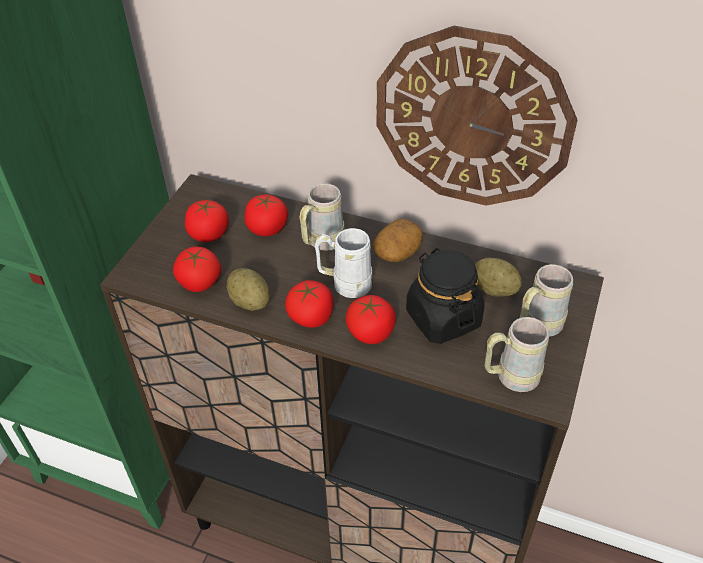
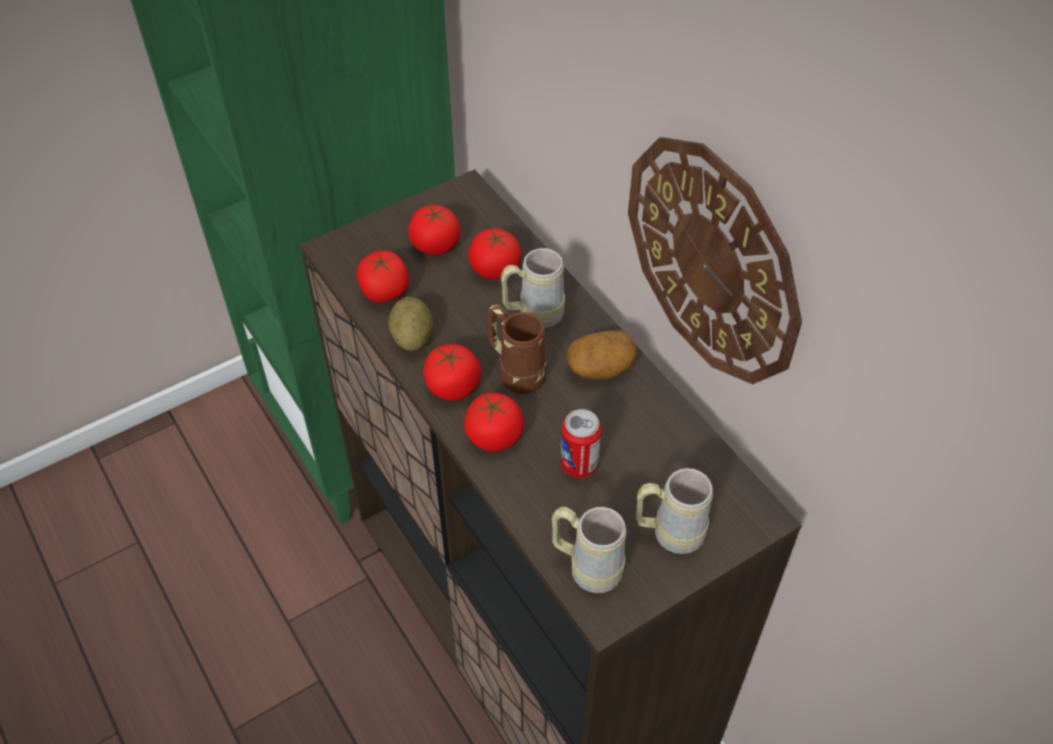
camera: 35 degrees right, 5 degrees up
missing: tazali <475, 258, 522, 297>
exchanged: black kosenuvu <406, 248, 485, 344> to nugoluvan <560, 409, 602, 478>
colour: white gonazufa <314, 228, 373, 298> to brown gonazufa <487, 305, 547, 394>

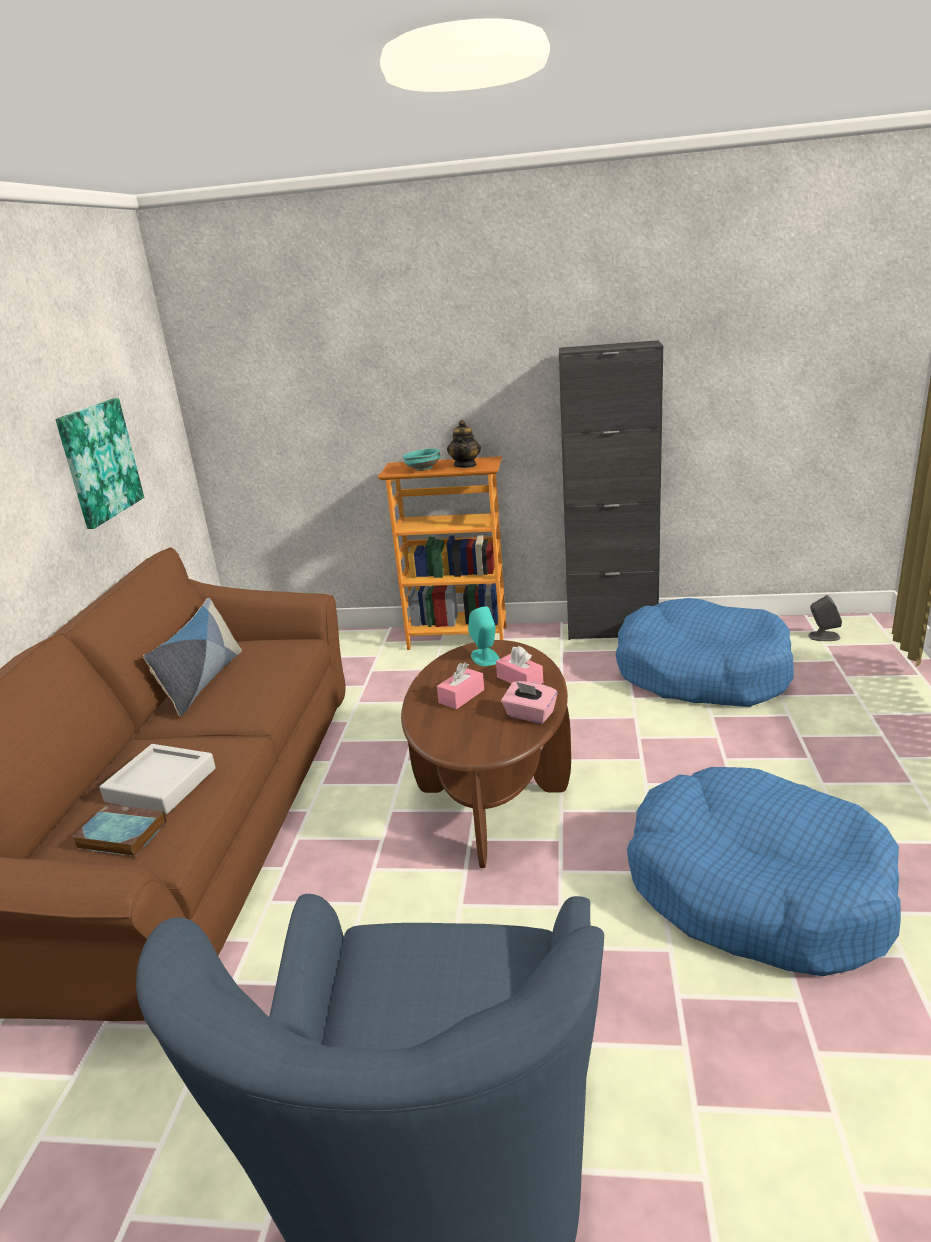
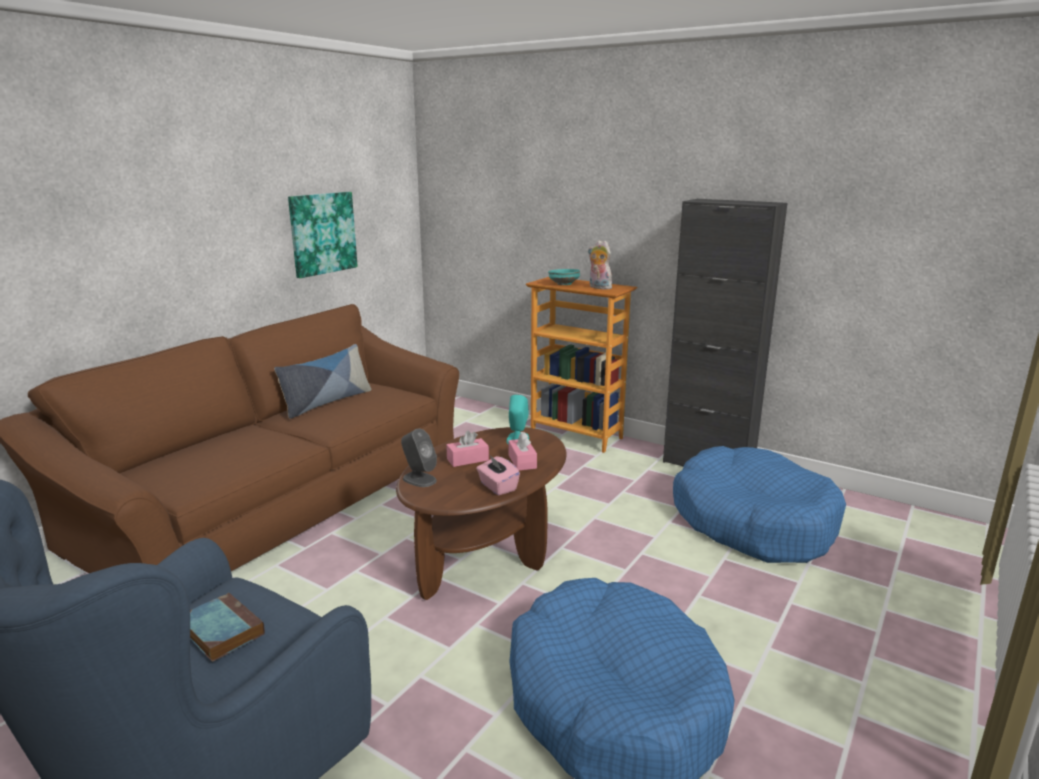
camera: 25 degrees right, 5 degrees down
missing: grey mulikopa <100, 744, 216, 814>
relocated: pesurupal <73, 804, 167, 857> to <190, 592, 265, 662>; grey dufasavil <808, 595, 842, 641> to <401, 428, 437, 487>
exchanged: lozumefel <447, 420, 481, 468> to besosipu <588, 240, 612, 289>

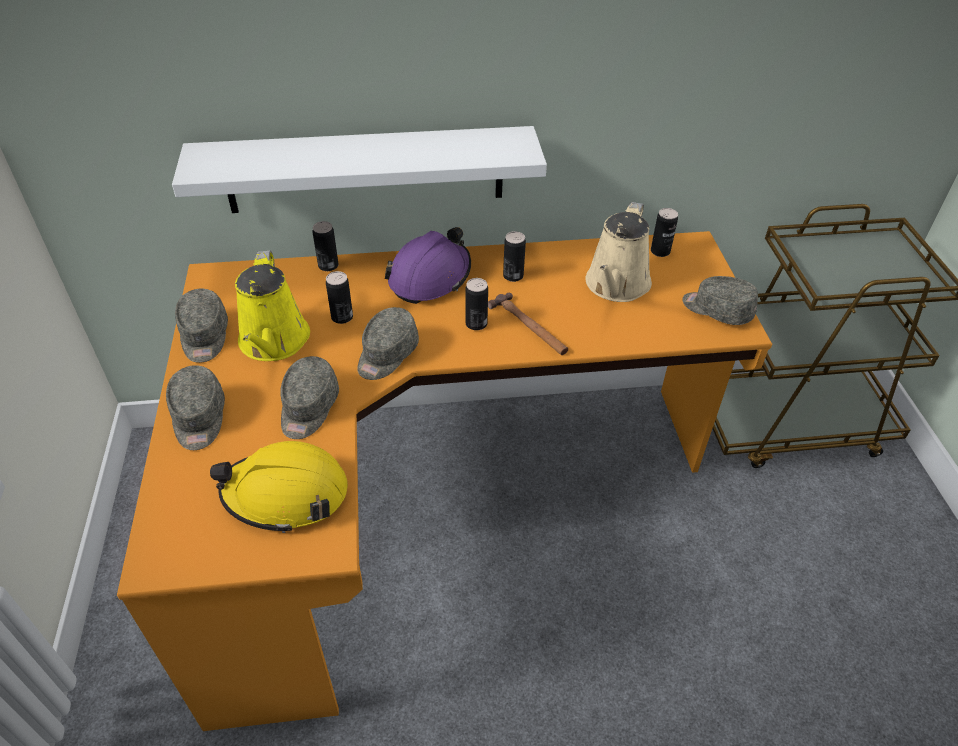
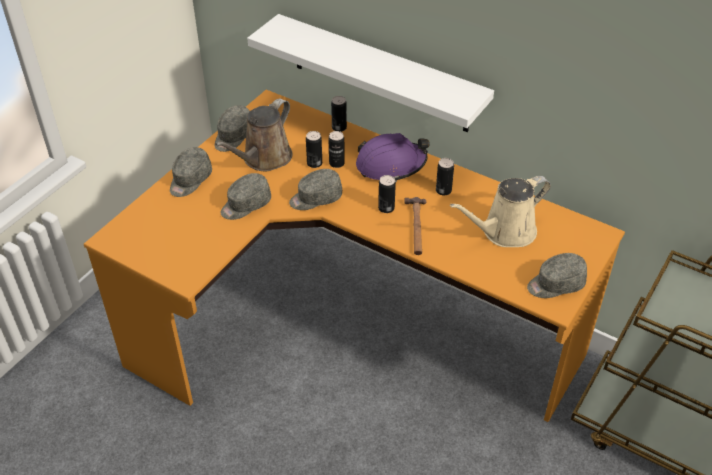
camera: 40 degrees right, 0 degrees up
missing: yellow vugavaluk <210, 441, 348, 533>
relocated: nugoluvan <651, 208, 678, 257> to <328, 131, 345, 168>
colour: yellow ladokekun <235, 250, 310, 361> to brown ladokekun <215, 99, 293, 171>
spun: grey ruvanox <682, 276, 758, 325> = <527, 253, 587, 298> 90 degrees counterclockwise

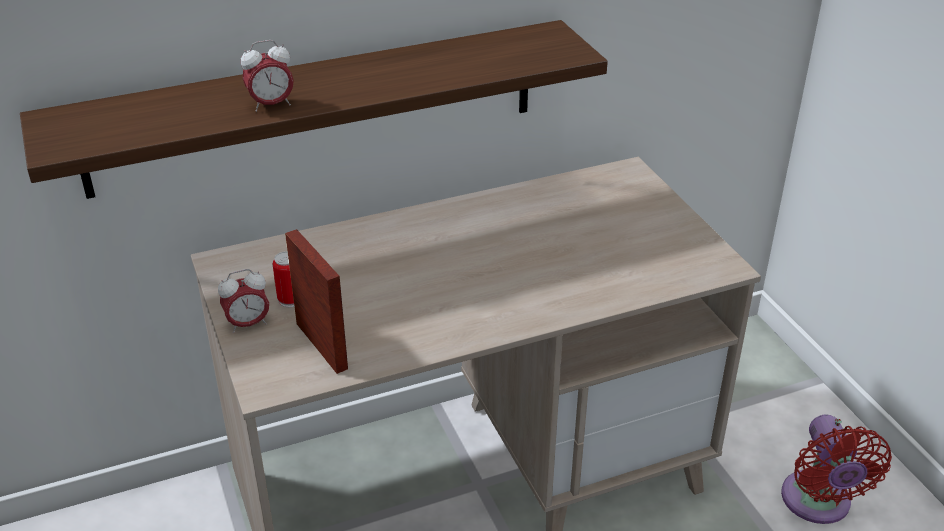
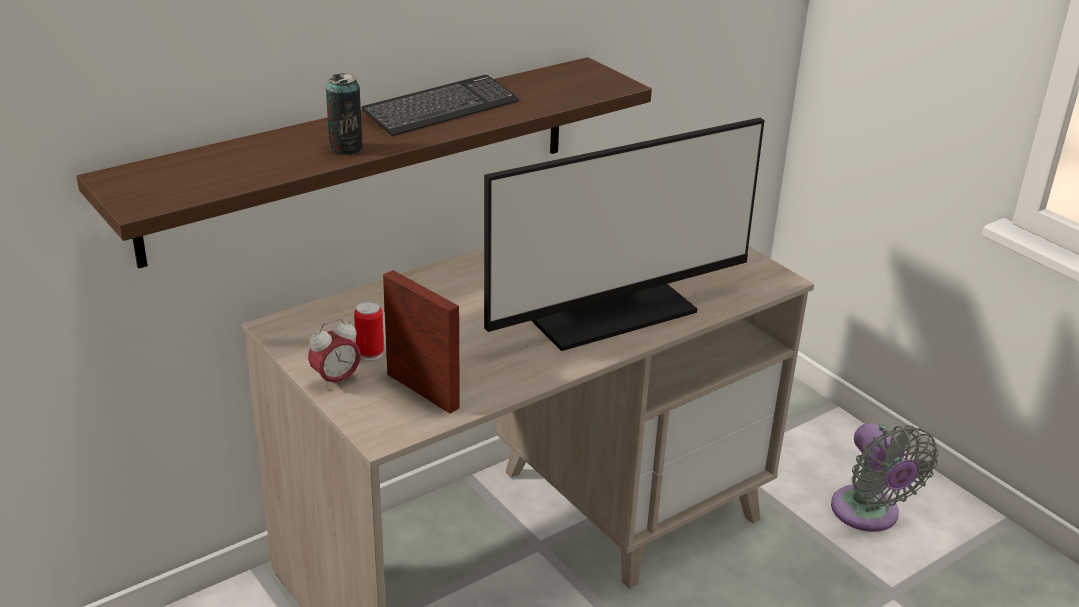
camera: 15 degrees left, 5 degrees down
appeared: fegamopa <361, 75, 519, 136>; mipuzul <484, 118, 765, 351>
exchanged: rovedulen <241, 40, 294, 112> to nugoluvan <326, 73, 363, 155>
colour: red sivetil <781, 414, 892, 524> to grey sivetil <831, 423, 938, 532>

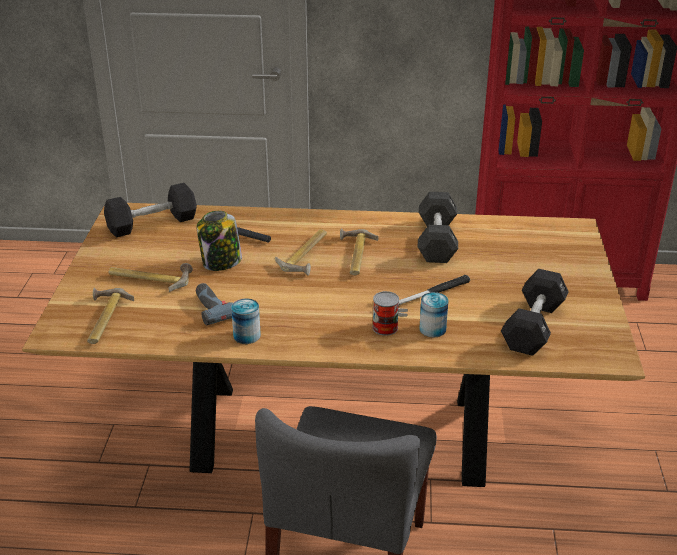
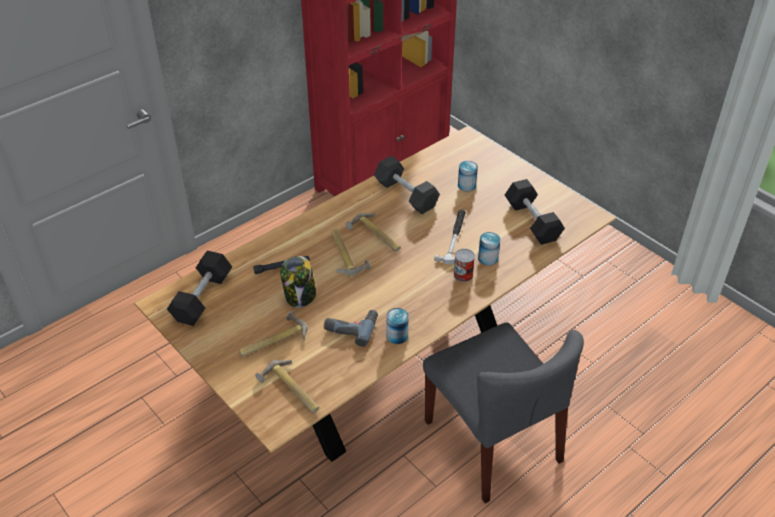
camera: 45 degrees left, 10 degrees up
appeared: nugoluvan <458, 161, 478, 192>

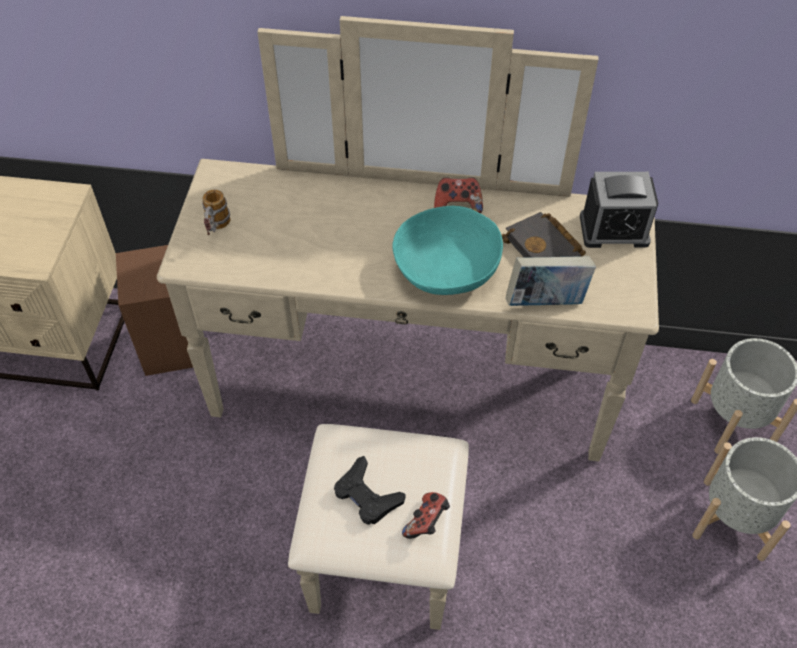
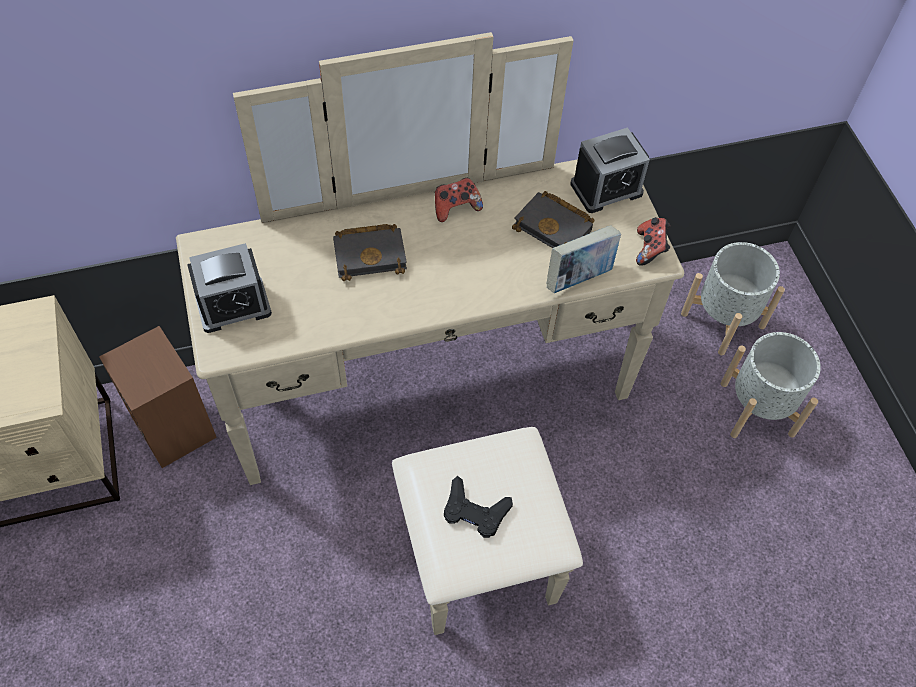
camera: 25 degrees left, 5 degrees up
missing: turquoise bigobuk <392, 205, 503, 295>
appeared: black pesurupal <333, 224, 407, 281>
relocated: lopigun <402, 492, 450, 539> to <636, 217, 670, 265>
exchanged: gonazufa <202, 190, 231, 235> to rovedulen <187, 243, 272, 333>

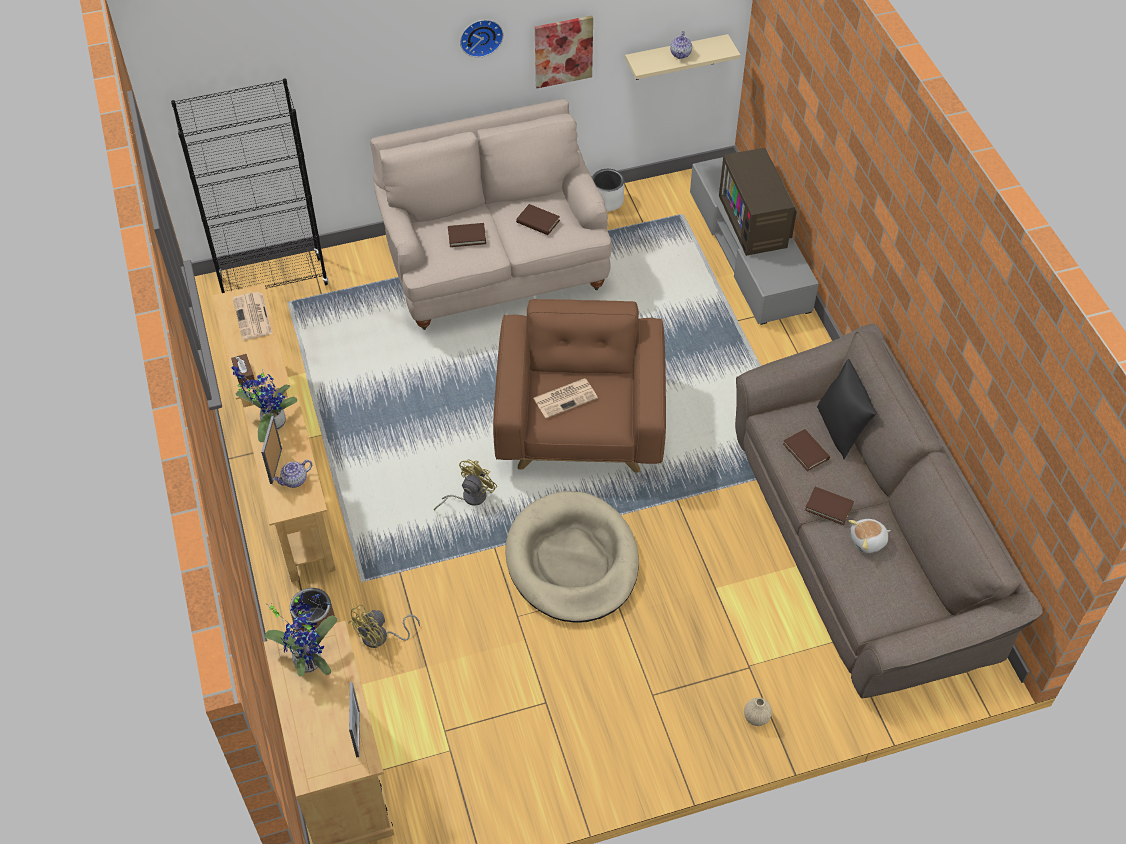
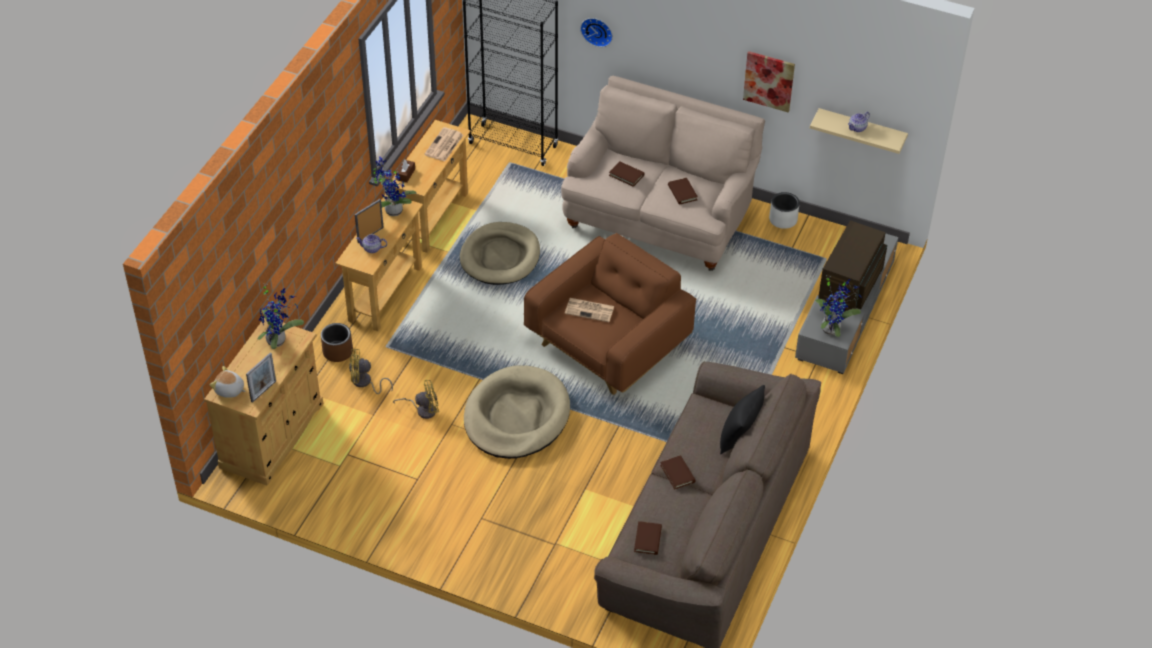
camera: 40 degrees right, 5 degrees down
missing: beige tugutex <744, 697, 772, 726>
appeared: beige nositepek <460, 222, 540, 285>; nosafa <815, 275, 862, 337>
relocated: yellow sivetil <434, 459, 497, 510> to <393, 380, 439, 419>; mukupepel <460, 20, 504, 57> to <580, 18, 613, 47>; brown pesurupal <783, 429, 830, 471> to <634, 521, 662, 555>; besosipu <849, 519, 891, 553> to <210, 366, 246, 398>

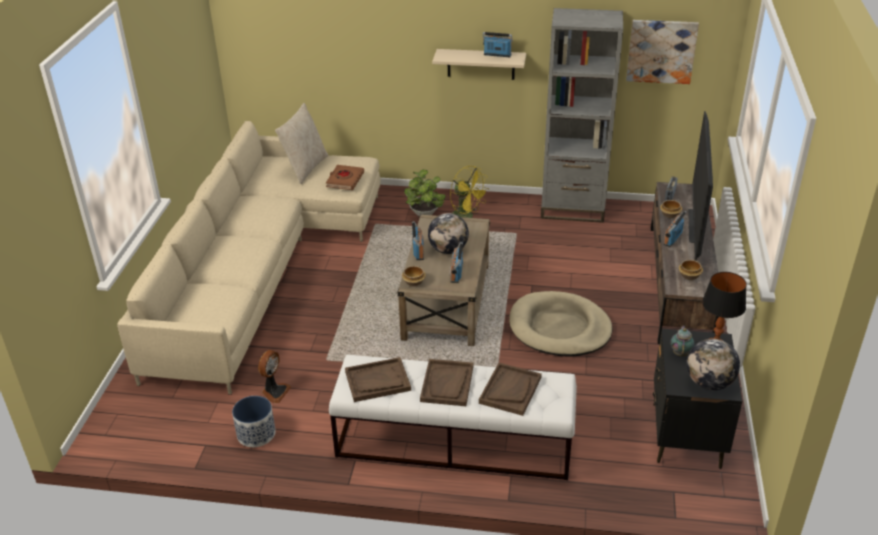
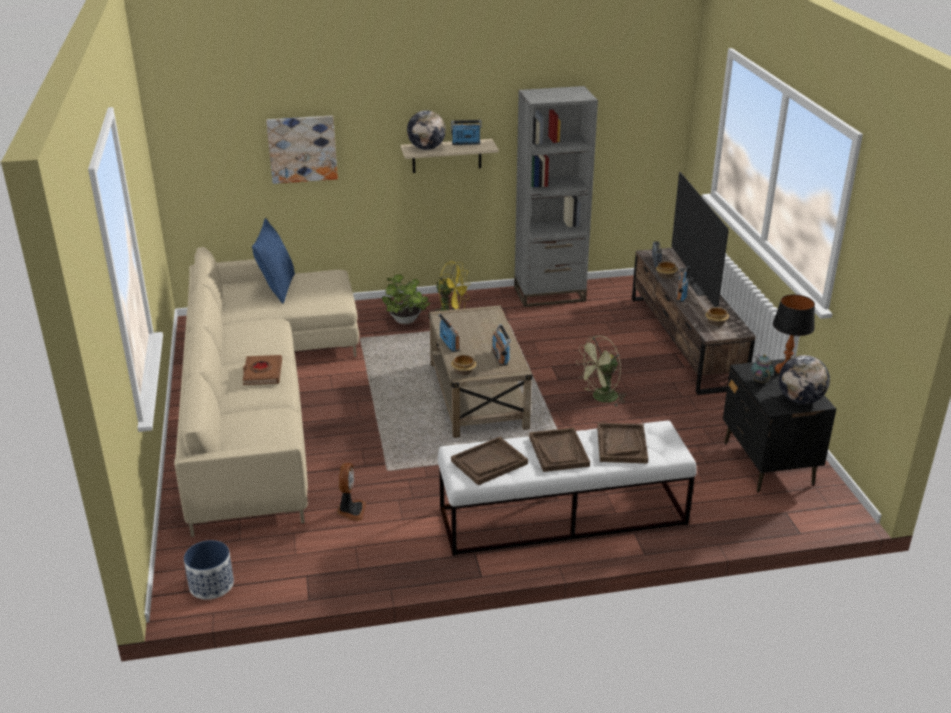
camera: 20 degrees left, 5 degrees down
relocated: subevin <232, 396, 276, 447> to <184, 540, 234, 600>; brown pesurupal <326, 165, 364, 190> to <243, 355, 282, 385>; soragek <428, 213, 469, 254> to <407, 110, 446, 150>; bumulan <626, 20, 699, 84> to <266, 115, 338, 184>
exchanged: beige nositepek <509, 291, 612, 357> to green sivetil <576, 336, 625, 406>
colour: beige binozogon <275, 103, 329, 184> to blue binozogon <252, 218, 295, 304>

